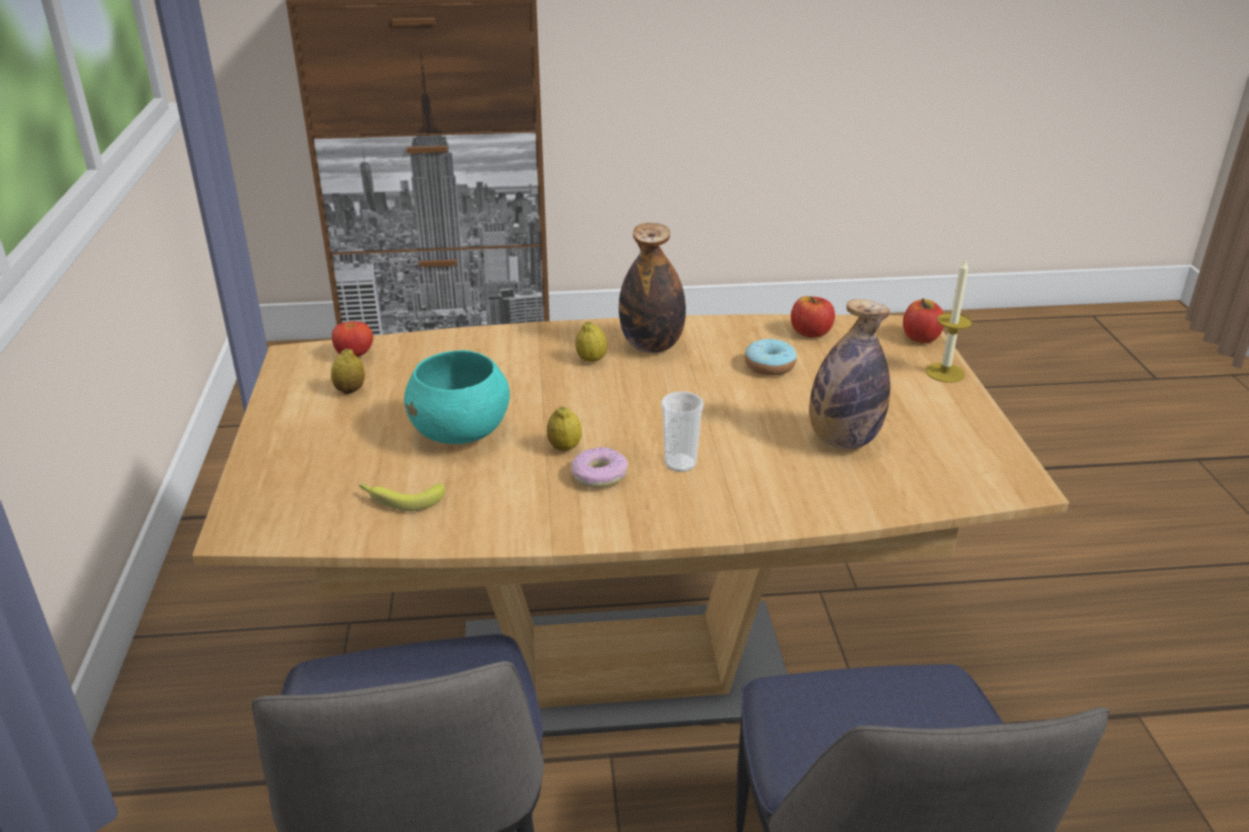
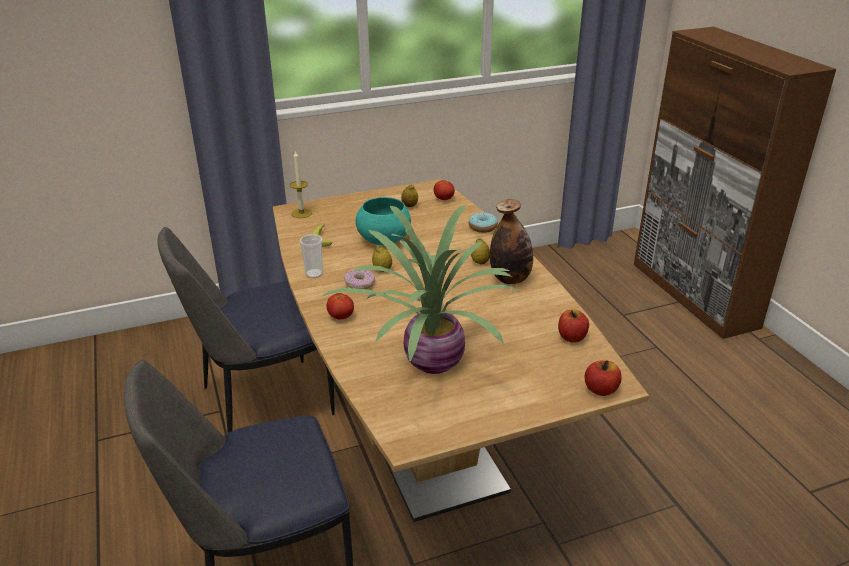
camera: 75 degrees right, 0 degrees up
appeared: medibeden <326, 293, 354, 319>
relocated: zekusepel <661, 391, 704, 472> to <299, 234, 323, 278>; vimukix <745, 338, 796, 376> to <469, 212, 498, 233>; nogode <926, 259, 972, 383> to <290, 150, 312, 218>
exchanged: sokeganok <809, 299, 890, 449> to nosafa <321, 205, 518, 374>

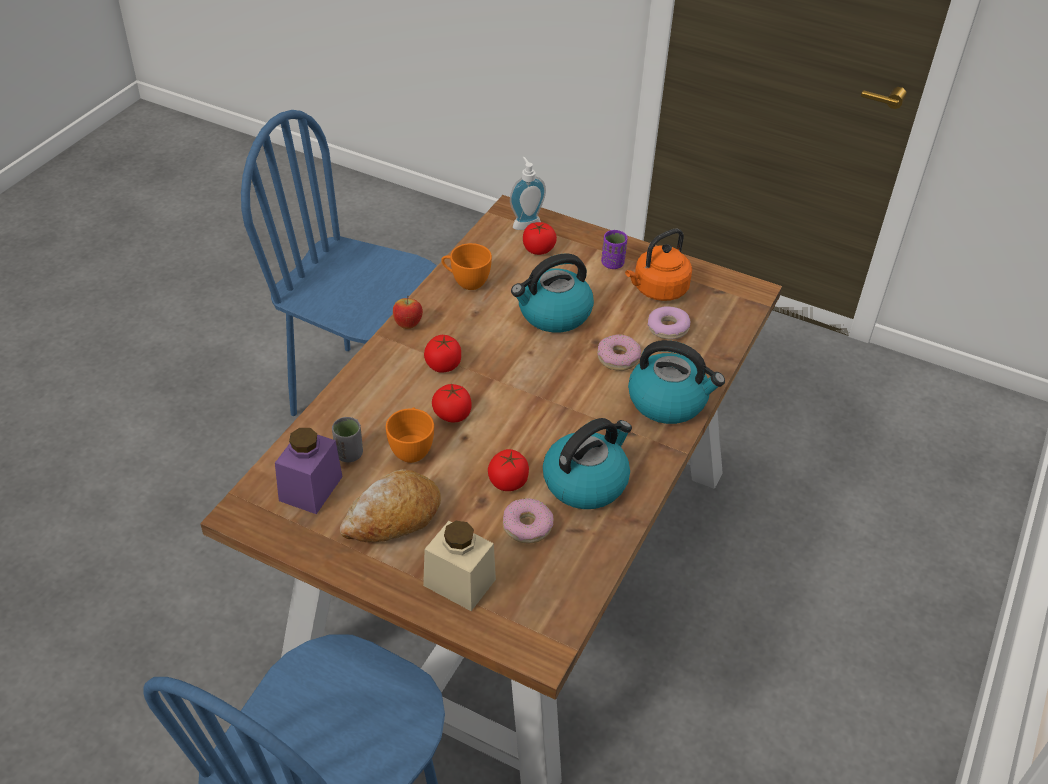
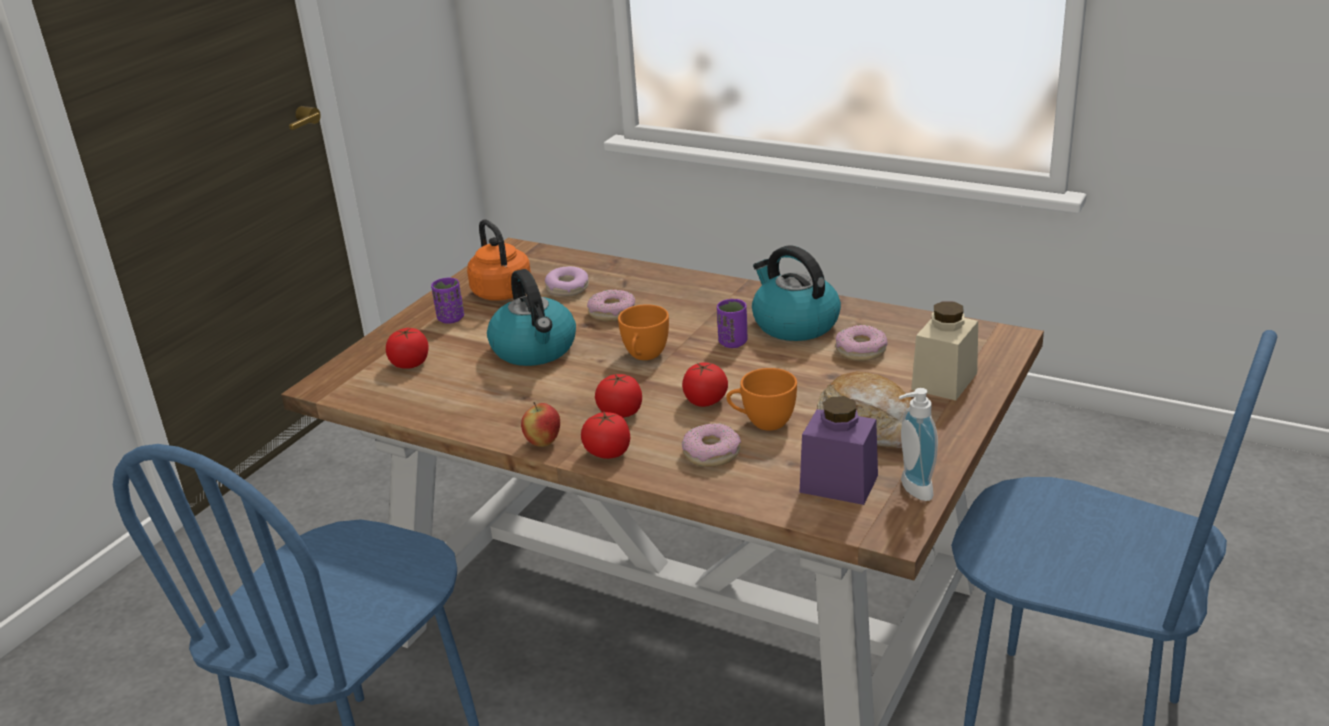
camera: 85 degrees left, 15 degrees down
missing: grey zekusepel <332, 417, 363, 462>; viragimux <628, 340, 725, 424>
appeared: vimukix <682, 423, 741, 467>; purple zekusepel <717, 299, 747, 348>
relocated: orange zekusepel <441, 243, 492, 290> to <618, 304, 669, 360>; medibeden <488, 449, 529, 491> to <581, 412, 630, 459>; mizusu <510, 157, 546, 230> to <899, 388, 938, 501>

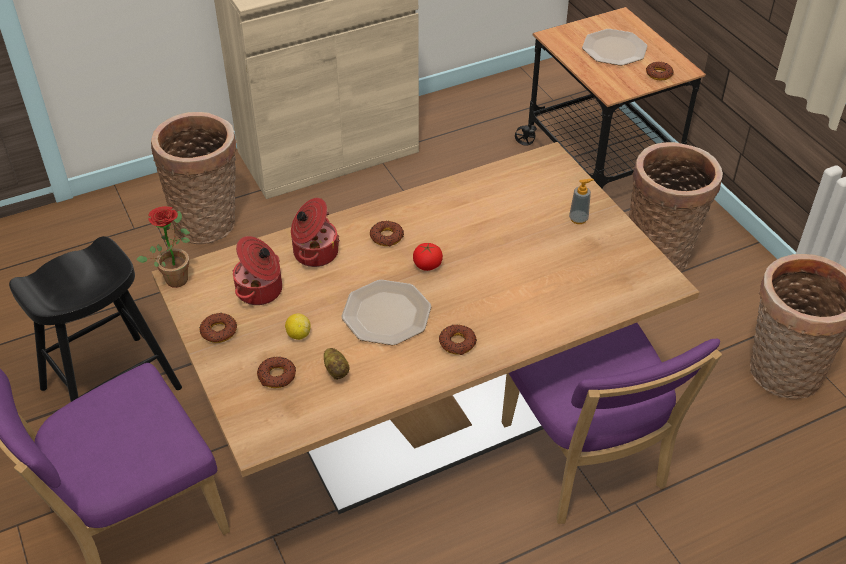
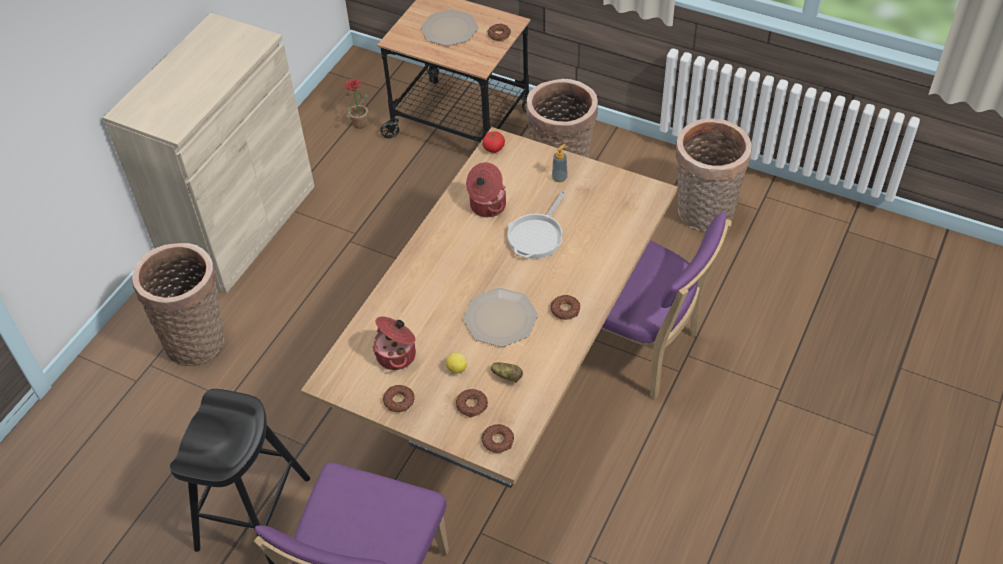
camera: 35 degrees left, 5 degrees up
appeared: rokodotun <508, 191, 566, 259>
relocated: nosafa <136, 206, 190, 288> to <344, 79, 368, 129>; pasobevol <291, 198, 340, 267> to <466, 162, 506, 217>; vimukix <370, 221, 404, 246> to <481, 424, 514, 453>; medibeden <413, 243, 443, 271> to <482, 131, 505, 153>

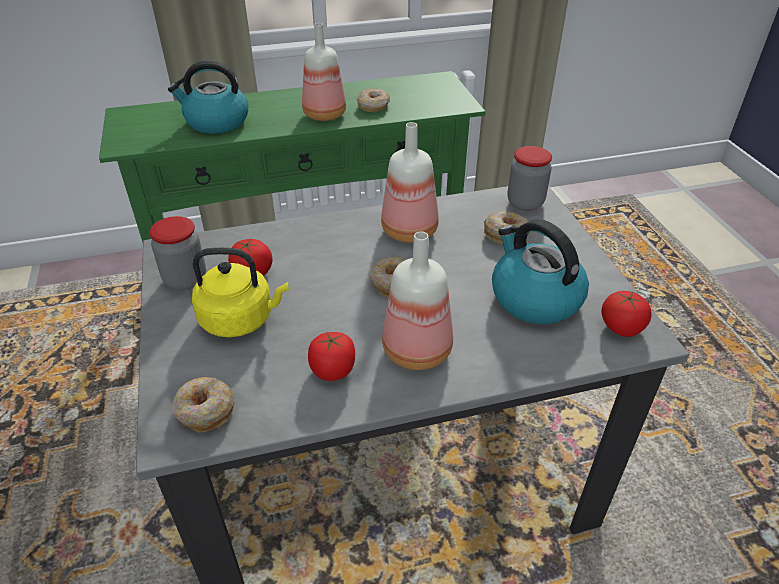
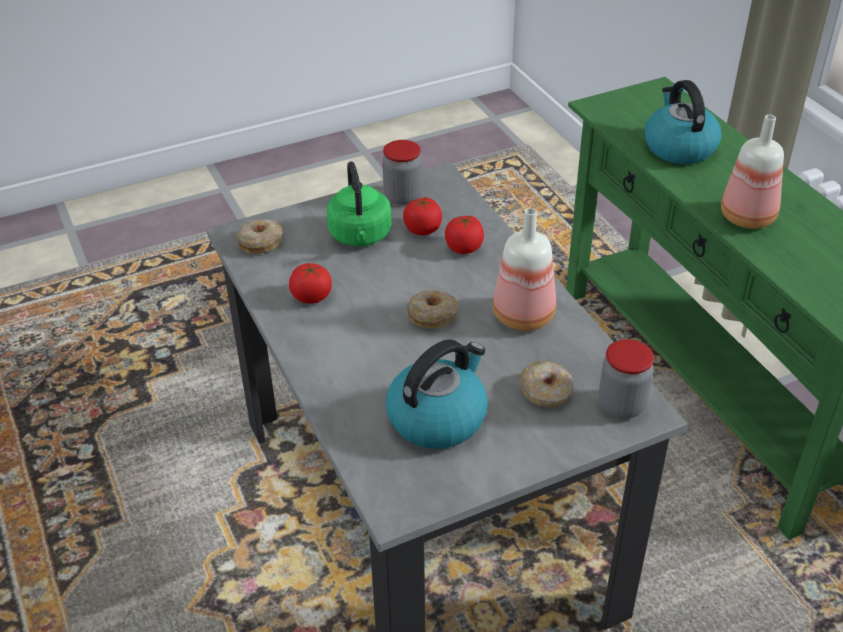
camera: 80 degrees right, 0 degrees up
missing: vimukix <357, 88, 390, 112>; sokeganok <382, 231, 453, 370>
relocated: medibeden <601, 291, 651, 337> to <445, 216, 484, 254>
colour: yellow viragimux <192, 248, 289, 337> to green viragimux <327, 161, 391, 246>

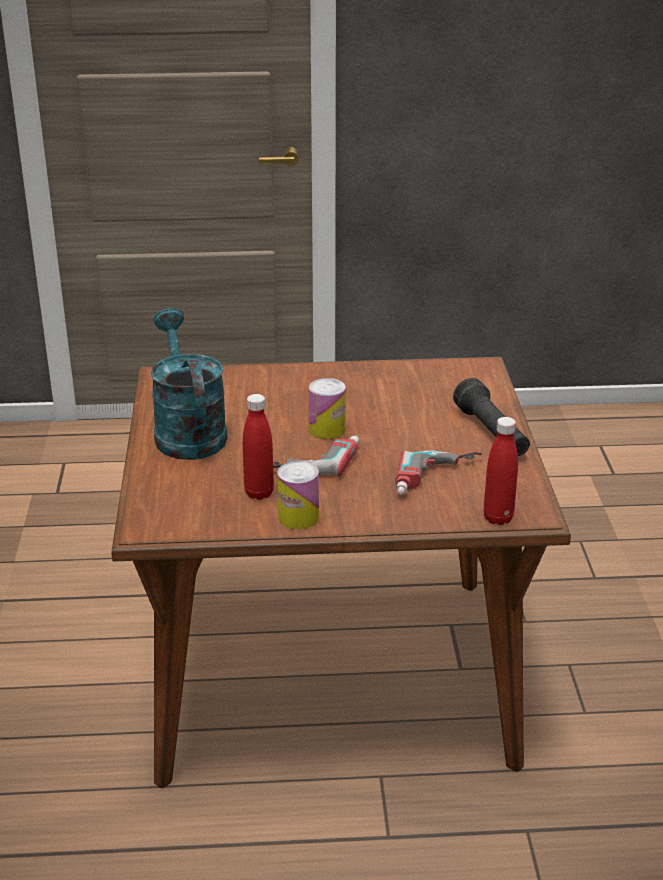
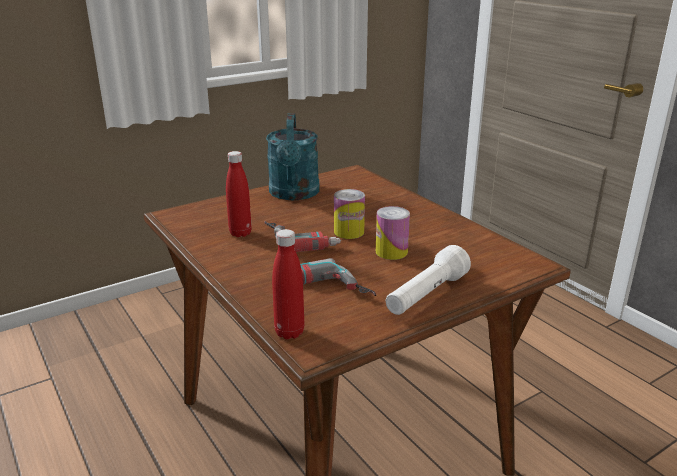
camera: 60 degrees right, 5 degrees down
relocated: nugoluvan <277, 461, 319, 529> to <376, 206, 410, 260>
colour: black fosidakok <453, 378, 530, 456> to white fosidakok <386, 245, 471, 315>
spun: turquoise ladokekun <150, 308, 227, 460> = <266, 113, 320, 200> 135 degrees clockwise

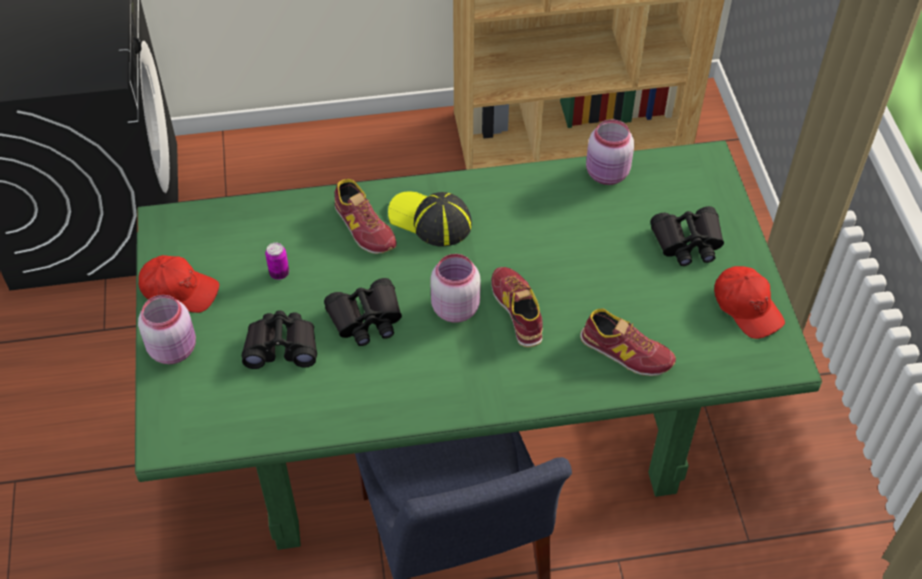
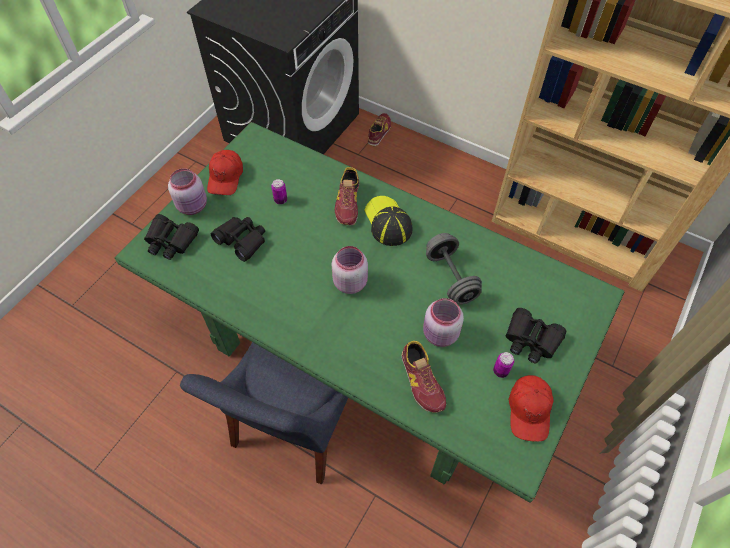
camera: 40 degrees right, 5 degrees up
appeared: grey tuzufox <426, 233, 482, 305>; nugoluvan <493, 352, 514, 378>
relocated: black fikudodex <324, 278, 402, 346> to <144, 214, 199, 260>; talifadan <491, 267, 543, 347> to <368, 113, 391, 146>; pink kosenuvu <586, 119, 634, 185> to <423, 298, 464, 347>
spun: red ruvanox <138, 255, 219, 313> = <207, 150, 243, 195> 45 degrees clockwise

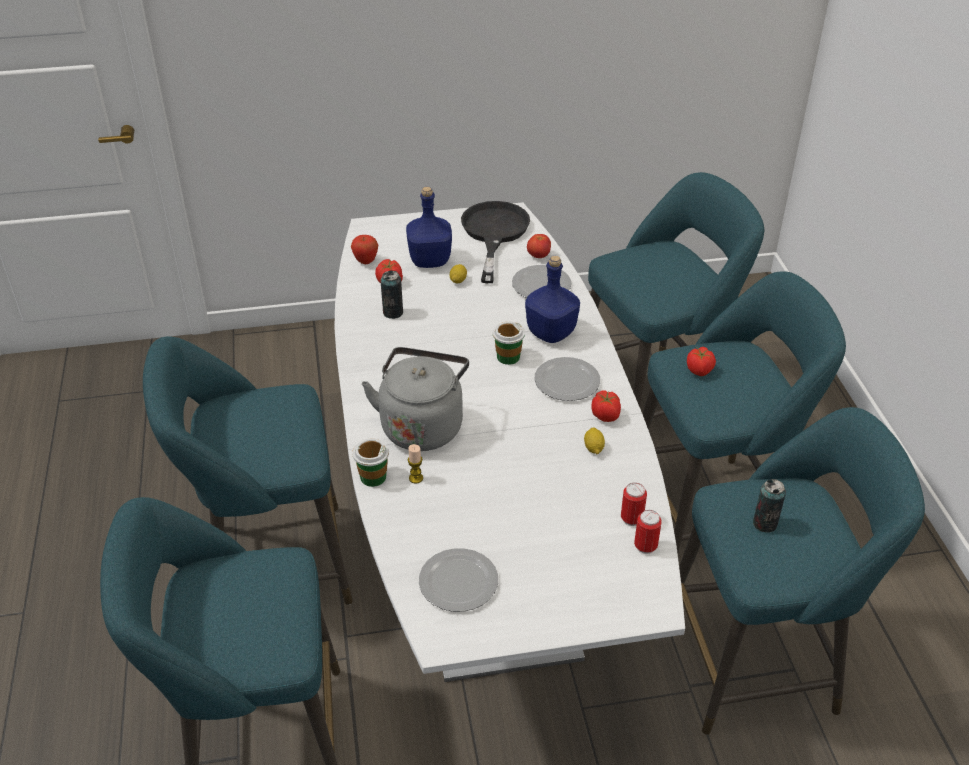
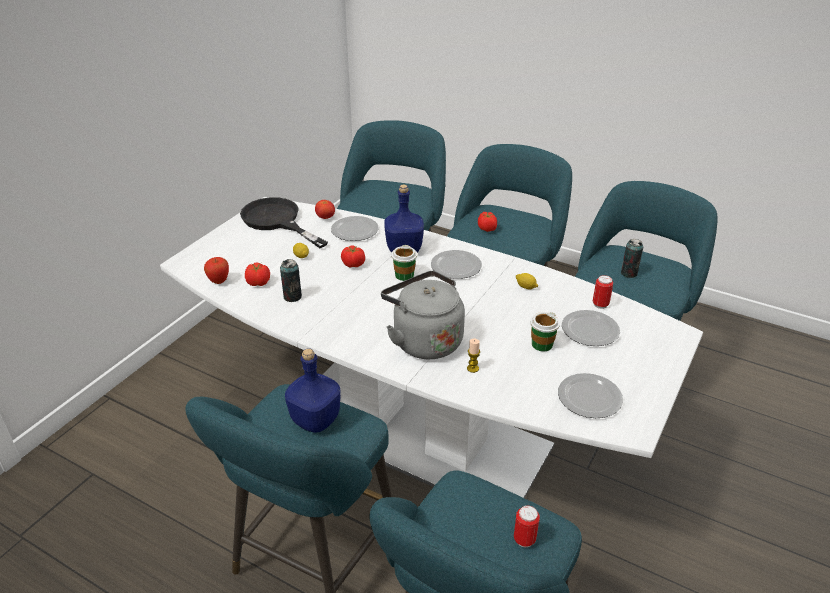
camera: 50 degrees left, 5 degrees down
appeared: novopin <562, 310, 620, 346>
relocated: zekusepel <352, 439, 389, 487> to <530, 312, 560, 352>; blue sokeganok <406, 187, 452, 268> to <285, 348, 341, 433>; medibeden <591, 390, 621, 422> to <341, 245, 365, 268>; nugoluvan <634, 510, 662, 554> to <514, 505, 540, 547>

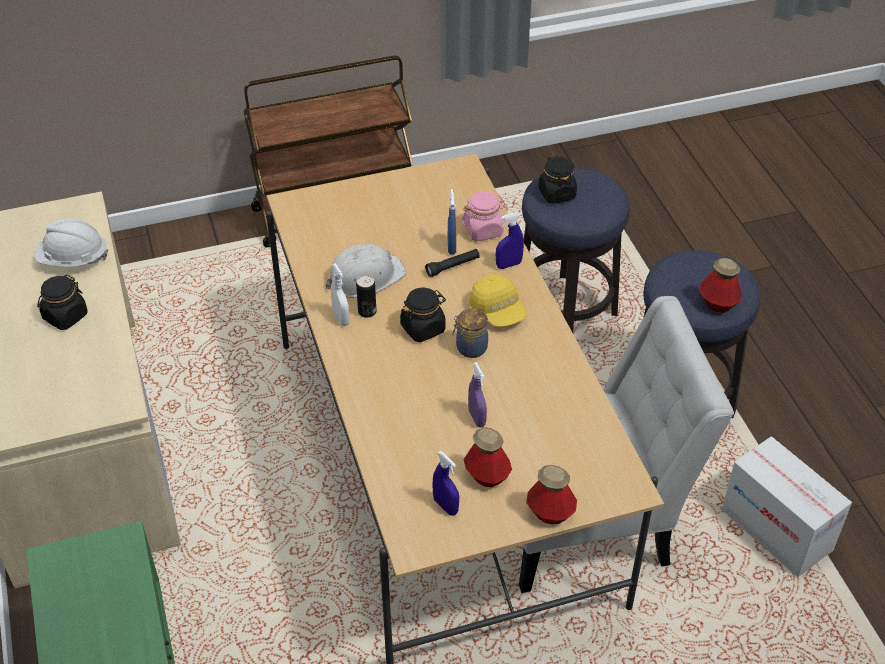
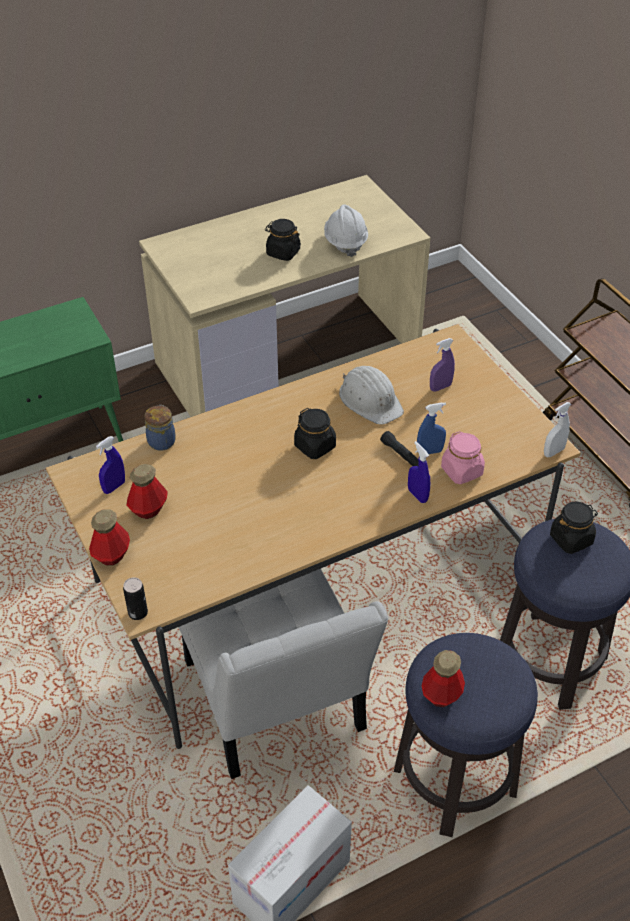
camera: 80 degrees right, 0 degrees up
missing: yellow ruvanox <469, 274, 527, 327>
relocated: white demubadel <331, 263, 350, 326> to <544, 402, 571, 457>; nugoluvan <356, 275, 376, 318> to <123, 578, 148, 620>; kosenuvu <453, 308, 488, 358> to <145, 405, 176, 451>; purple demubadel <468, 362, 487, 428> to <430, 338, 455, 391>

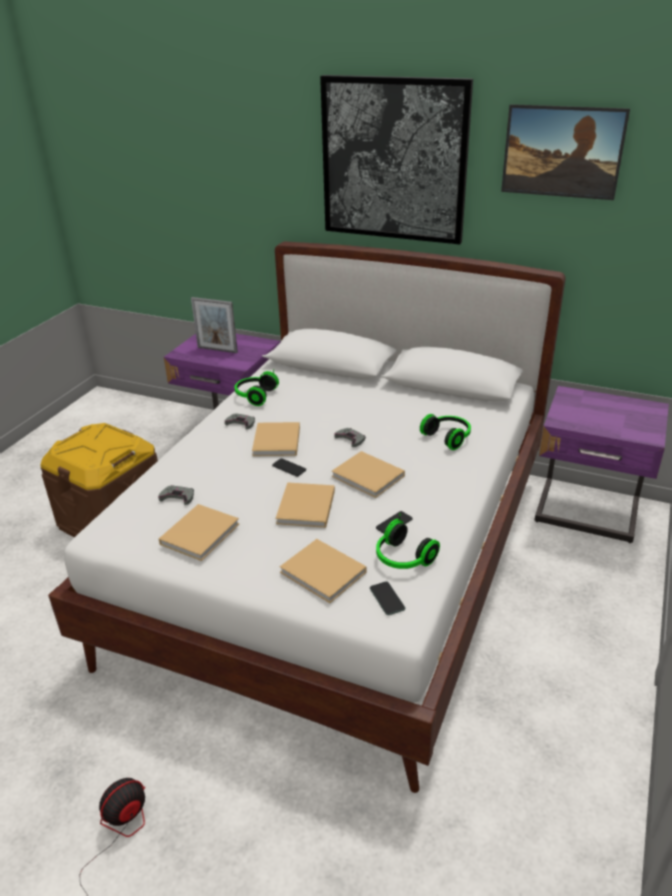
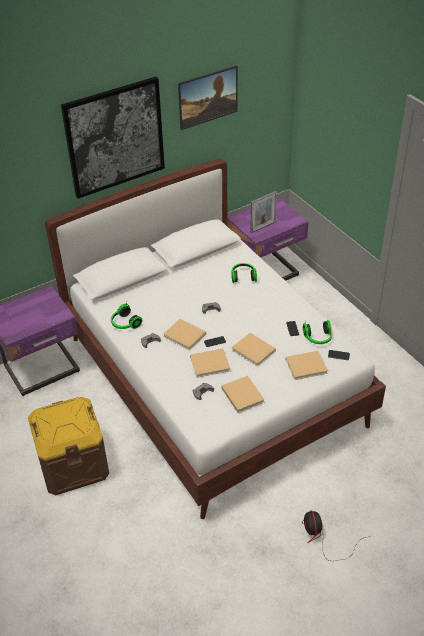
camera: 55 degrees left, 10 degrees up
relocated: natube <191, 297, 238, 353> to <250, 191, 277, 233>; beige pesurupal <331, 451, 405, 498> to <190, 348, 231, 378>

